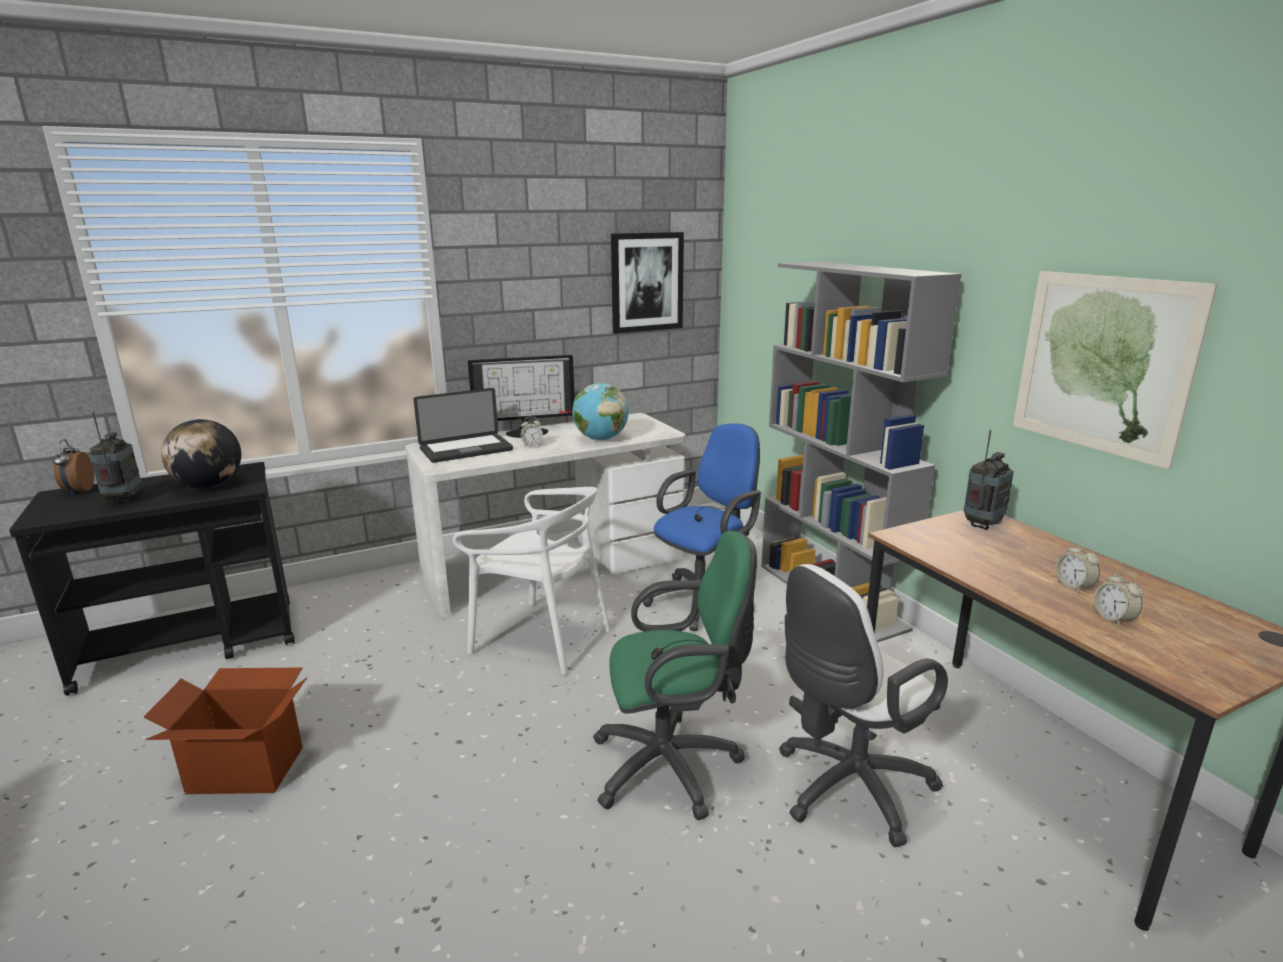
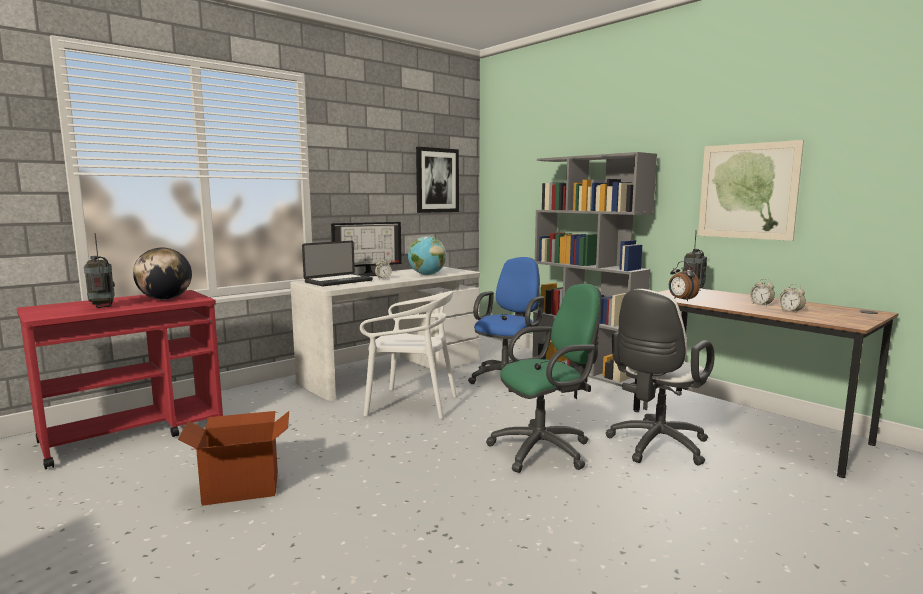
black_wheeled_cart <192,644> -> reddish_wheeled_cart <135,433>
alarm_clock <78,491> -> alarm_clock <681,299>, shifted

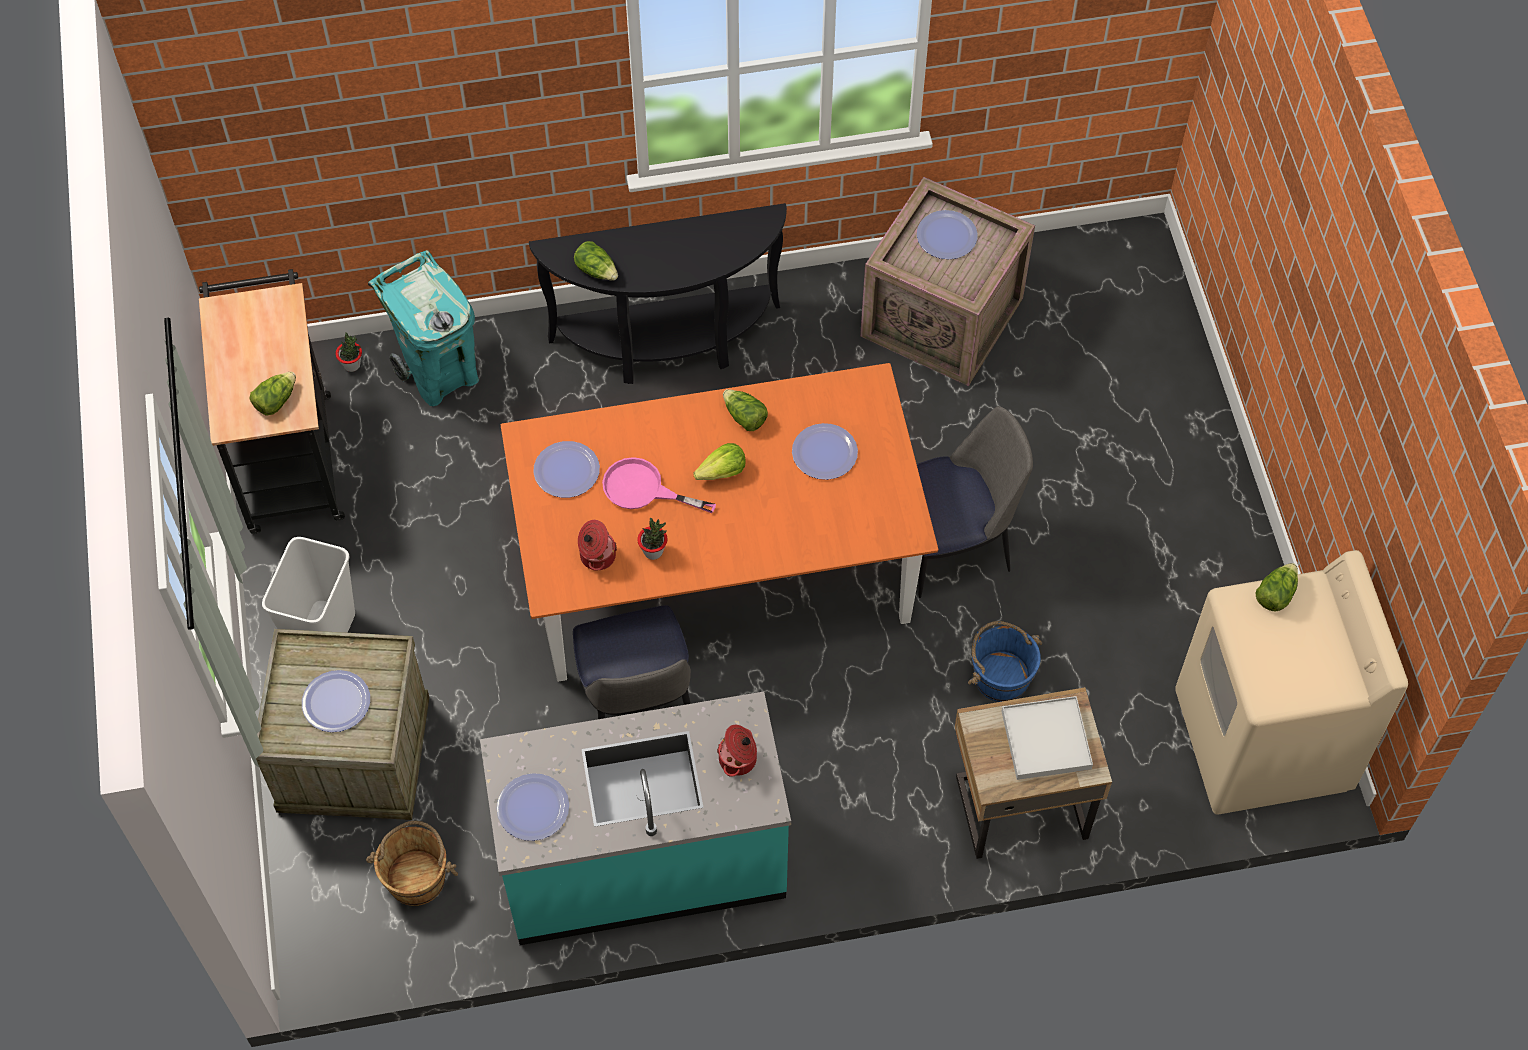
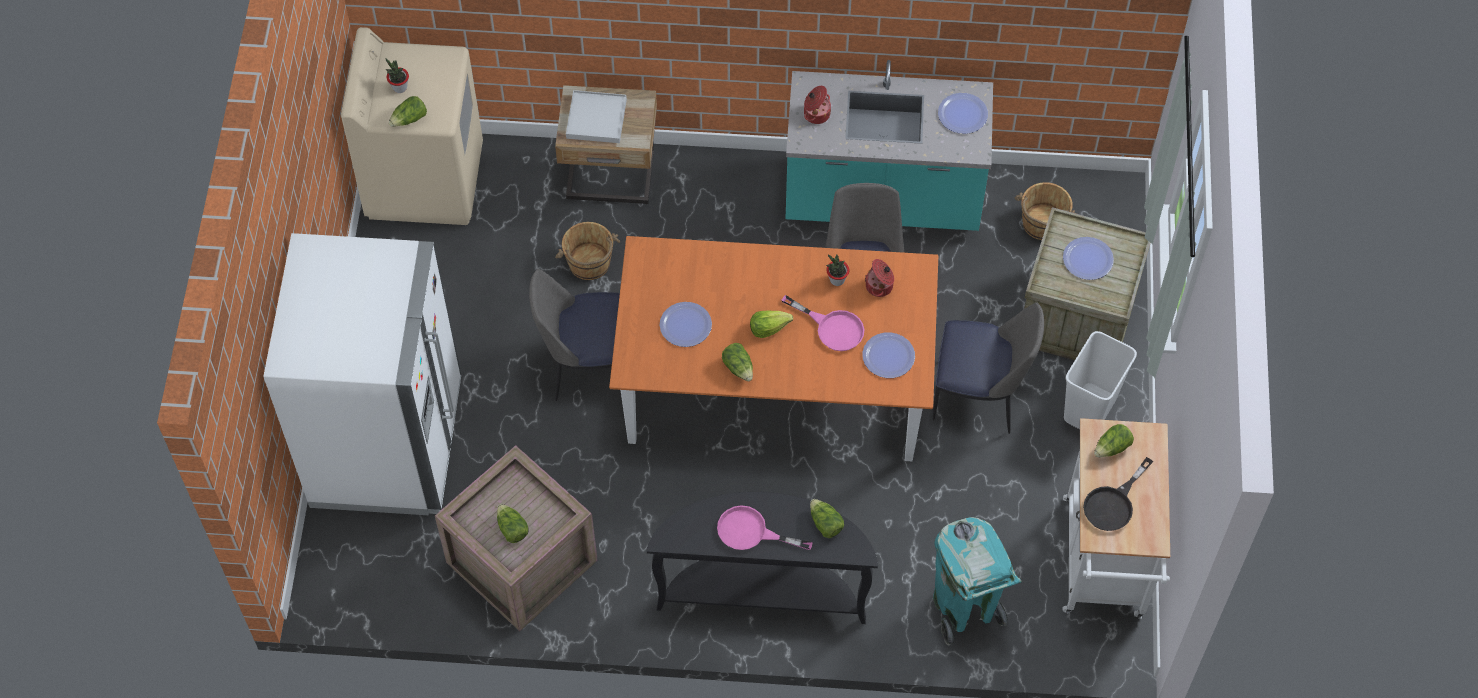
none -> whitish_fridge <387,444>
houseplant <352,365> -> houseplant <399,87>, shifted
plate <946,236> -> head_of_lettuce <511,529>
bluish_bucket <1001,676> -> brown-coloured_bucket <589,263>
none -> pink_frying_pan <751,532>
none -> chair <979,396>
black_wheeled_cart <288,454> -> whitish_wheeled_cart <1103,566>
none -> black_frying_pan <1113,503>

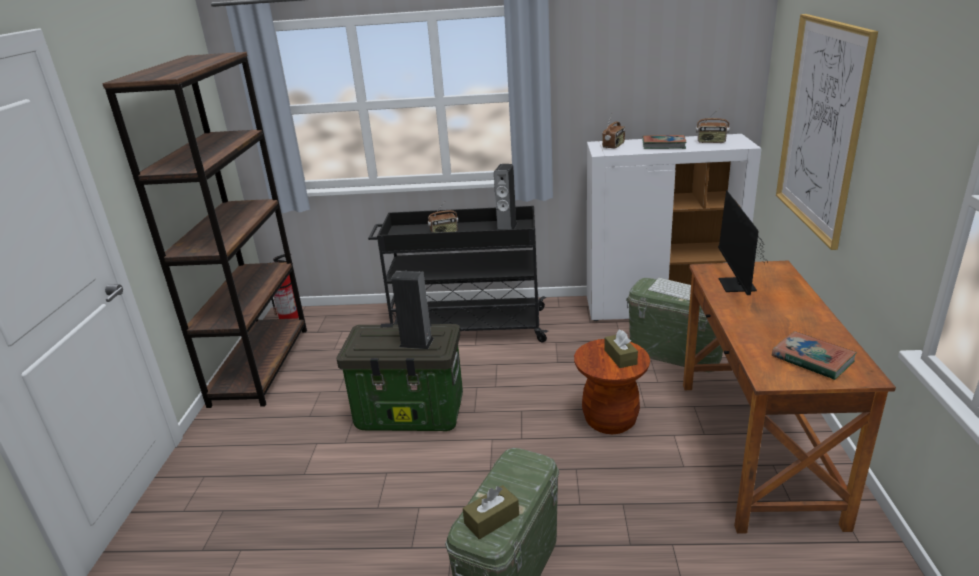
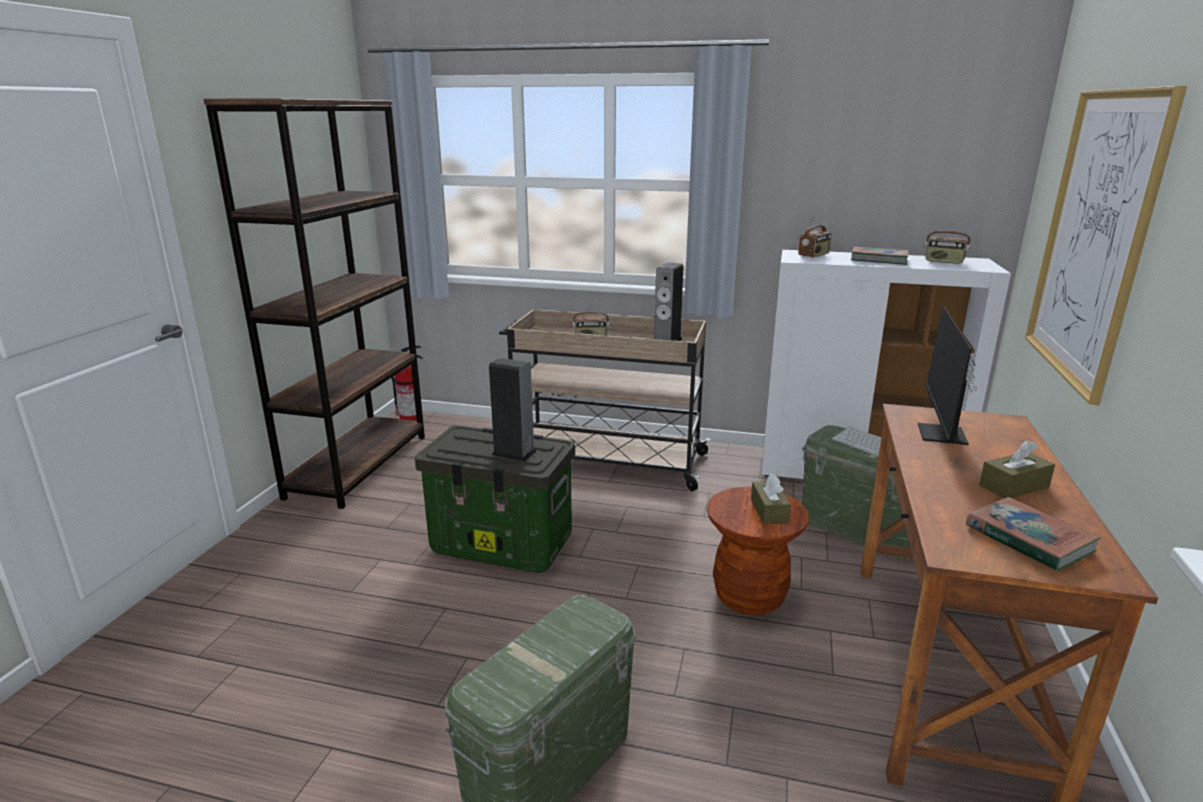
black_wheeled_cart <465,328> -> beige-coloured_wheeled_cart <605,461>
brown-coloured_tissue_holder <491,519> -> brown-coloured_tissue_holder <1013,486>, shifted

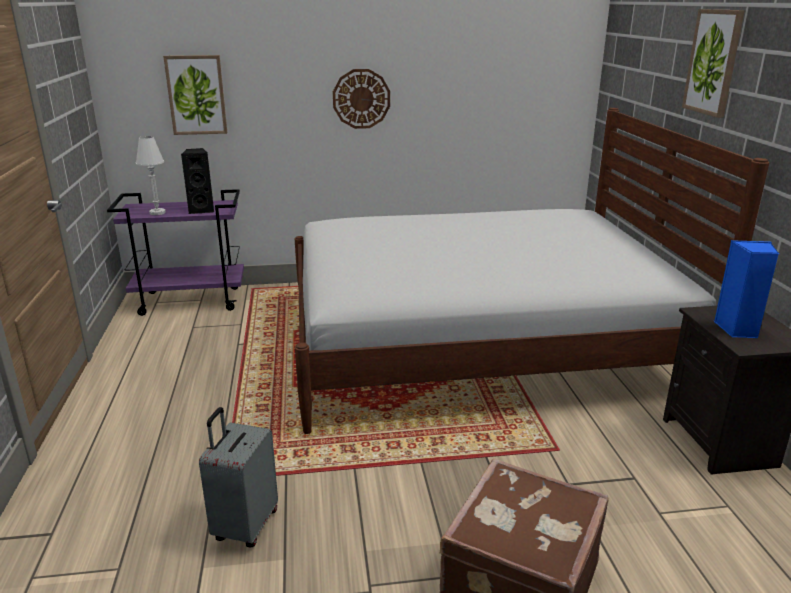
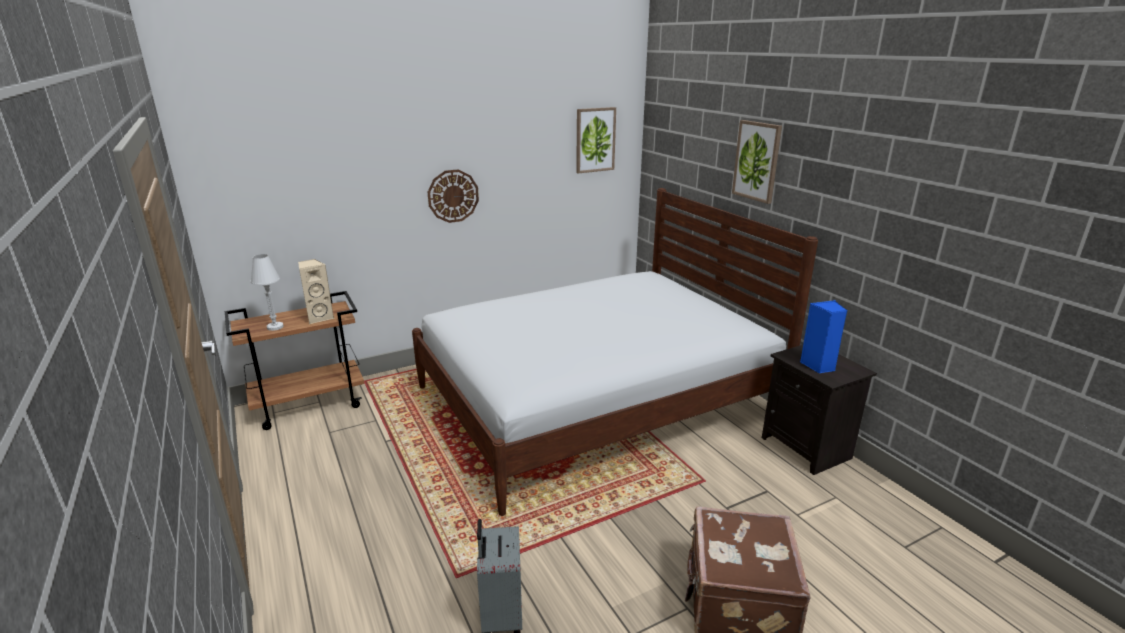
purple-coloured_wheeled_cart <191,301> -> brown-coloured_wheeled_cart <310,404>
black_speaker <202,210> -> beige-coloured_speaker <319,317>
picture <196,95> -> picture <595,140>, shifted

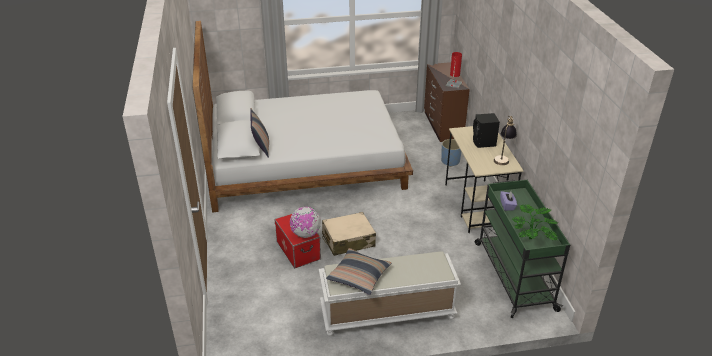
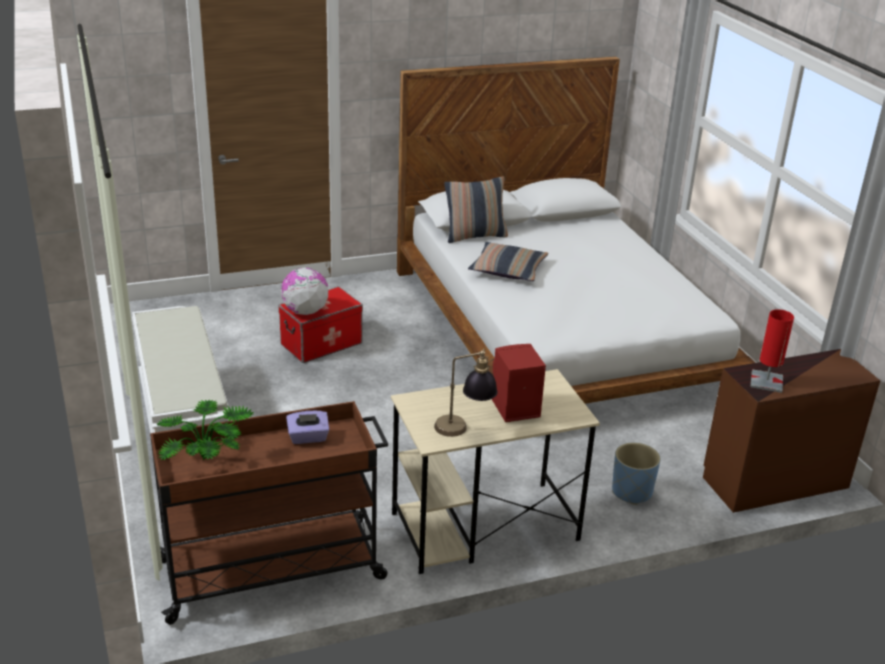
greenish_wheeled_cart <513,275> -> brown-coloured_wheeled_cart <273,569>
cushion <359,276> -> cushion <508,270>, shifted
black_speaker <484,143> -> reddish_speaker <513,408>
beige-coloured_suitcase <348,240> -> none

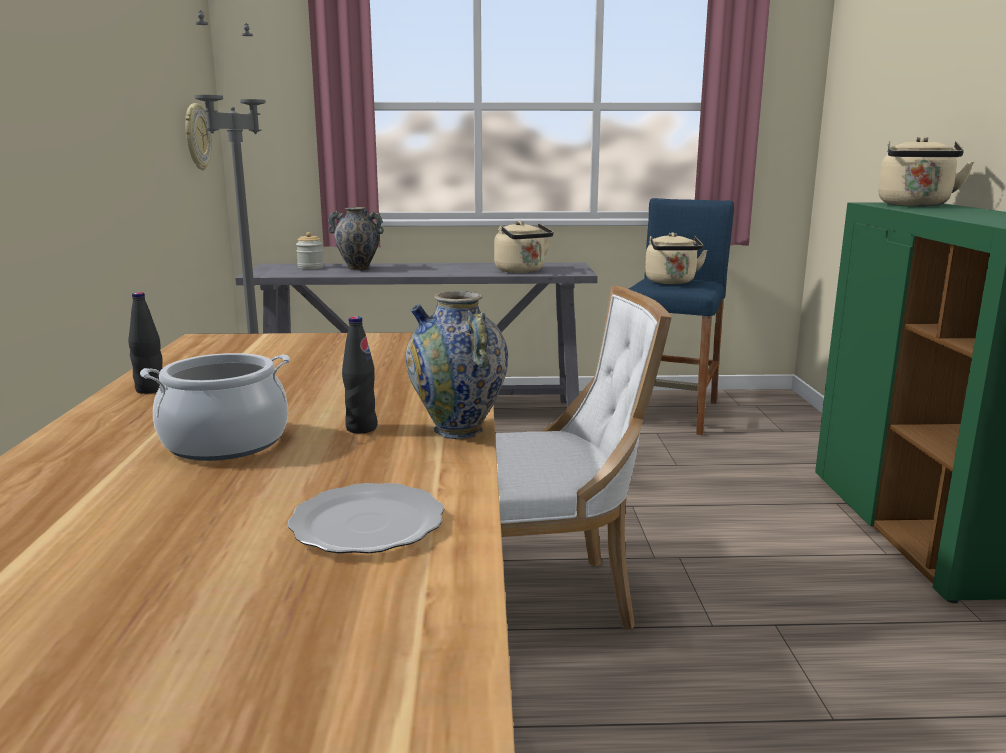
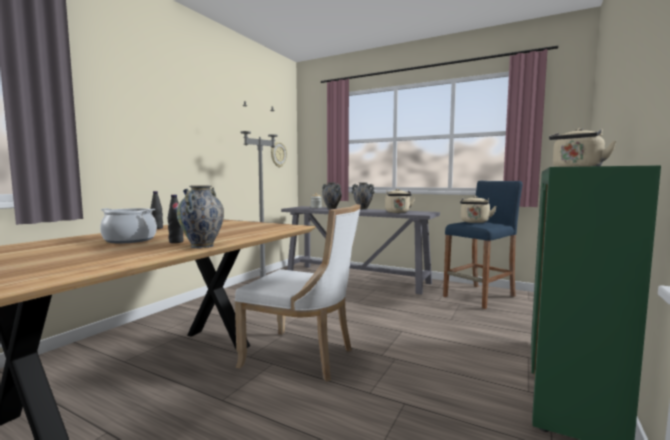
none -> flower_vase <363,209>
plate <370,523> -> none

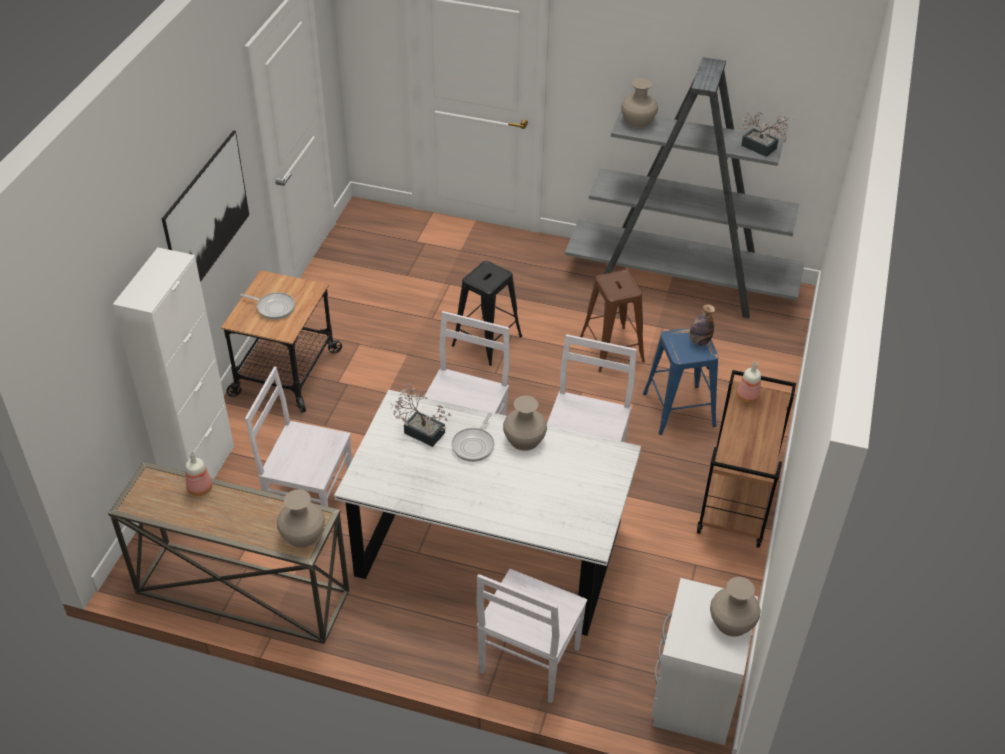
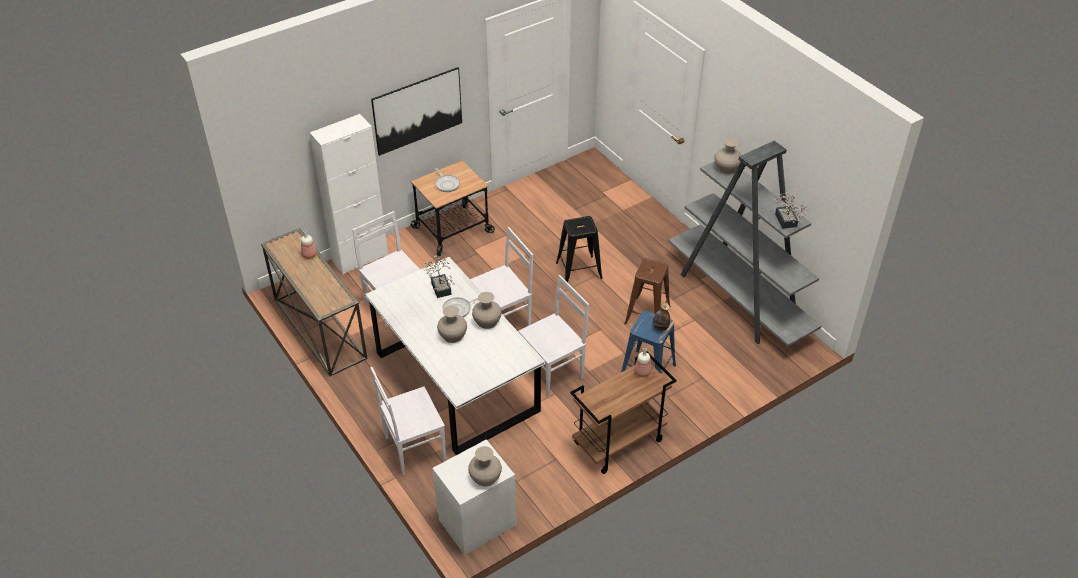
beige-coloured_flower_vase <302,535> -> beige-coloured_flower_vase <452,335>, shifted

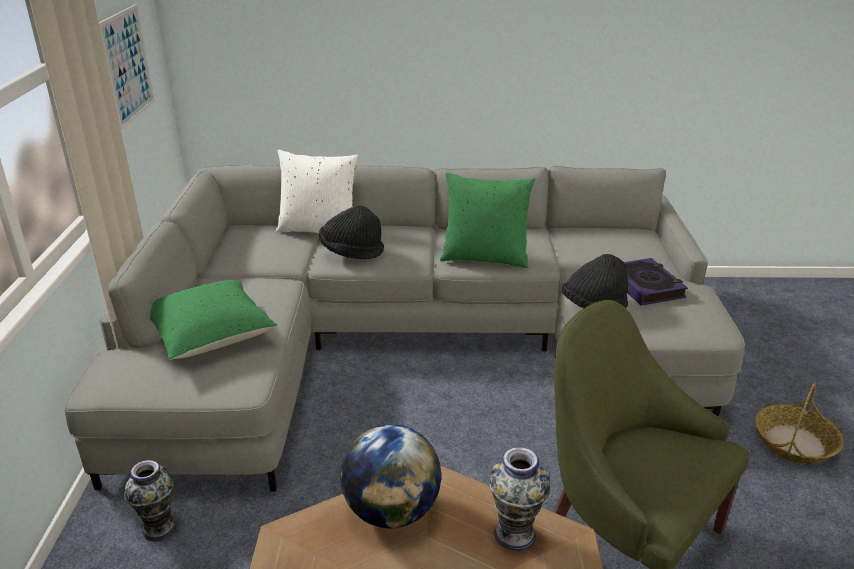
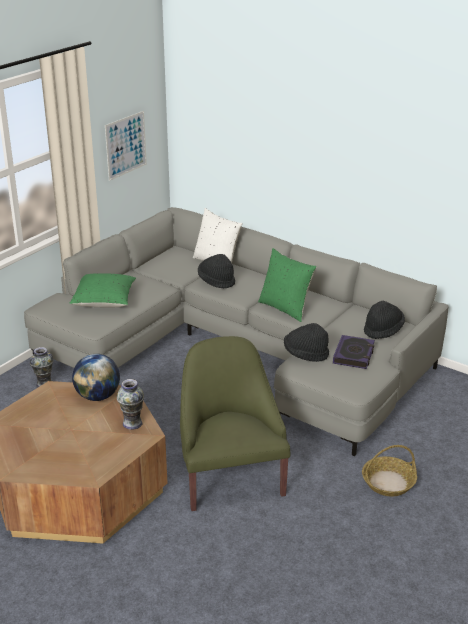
none -> black_wearable_hat <383,330>

